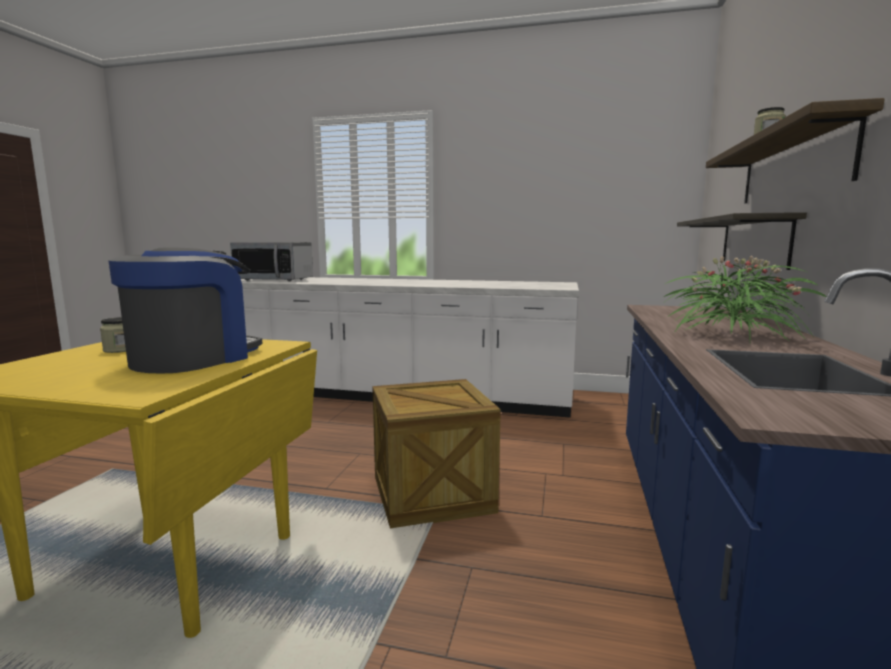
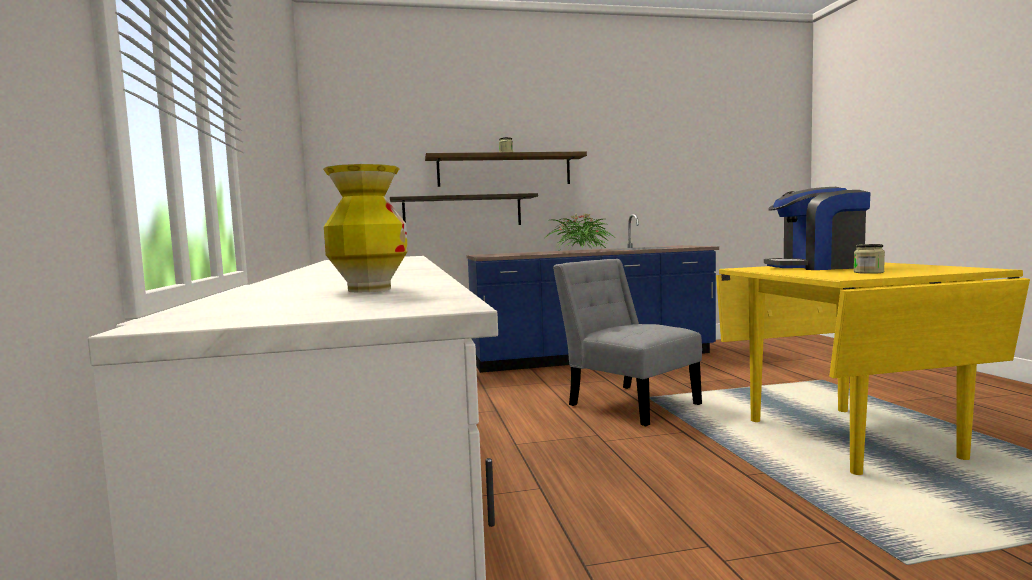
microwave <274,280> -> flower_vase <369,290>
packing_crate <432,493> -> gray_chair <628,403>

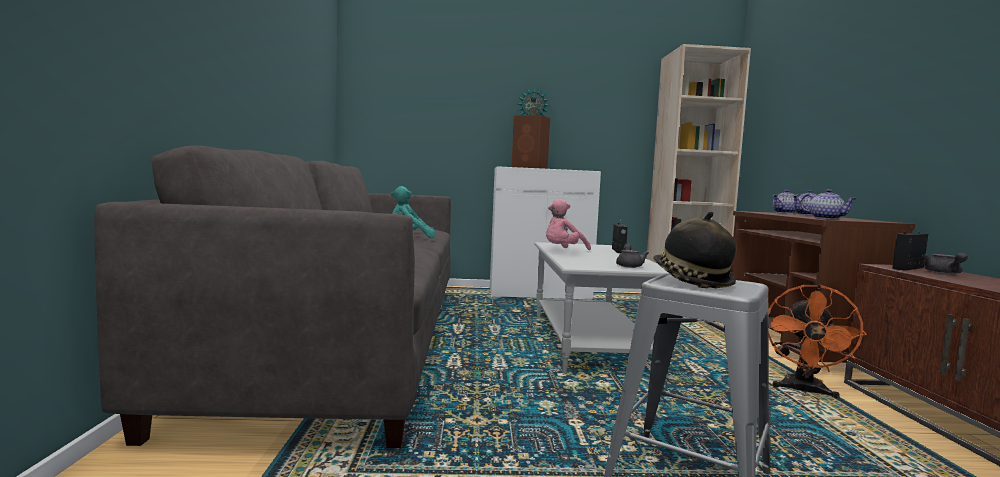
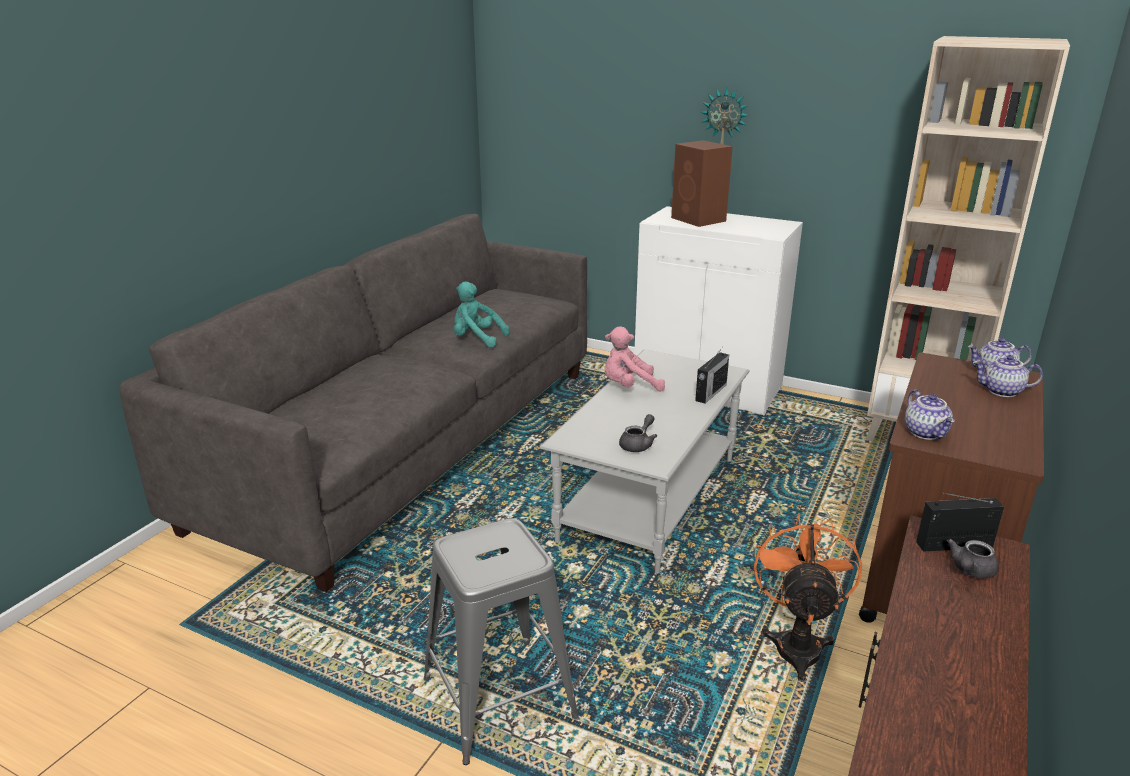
orange-coloured_fan <804,391> -> orange-coloured_fan <797,643>, 135 degrees clockwise
wearable_hat <690,281> -> none

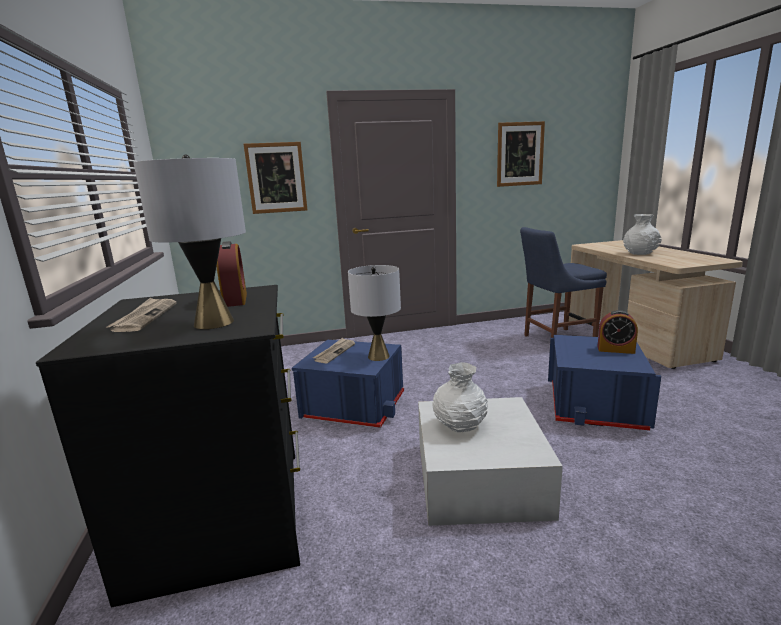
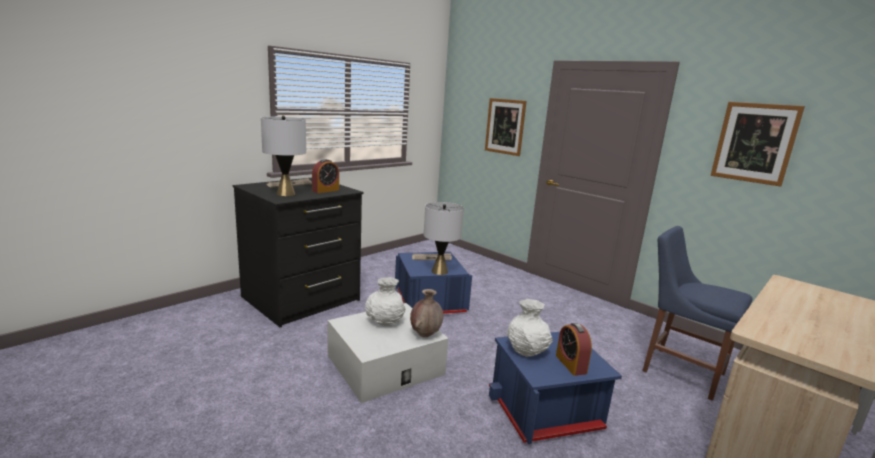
none -> brown-coloured_flower_vase <425,334>
whitish_flower_vase <640,253> -> whitish_flower_vase <527,351>, shifted

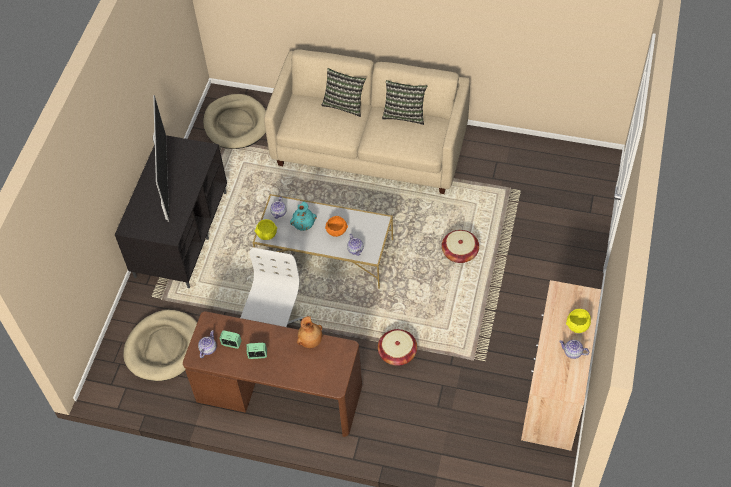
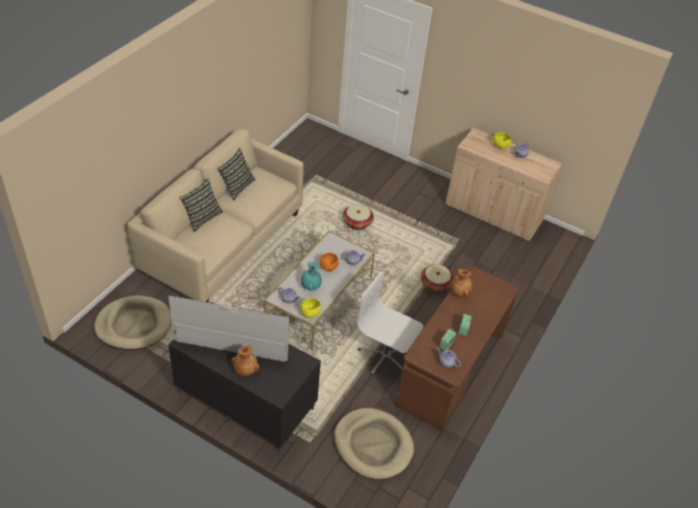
none -> brown-coloured_flower_vase <245,369>

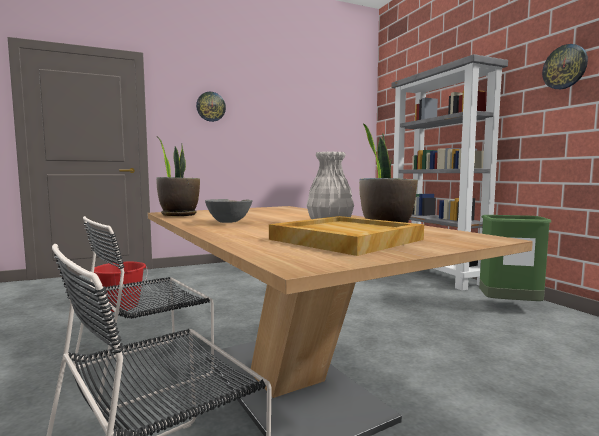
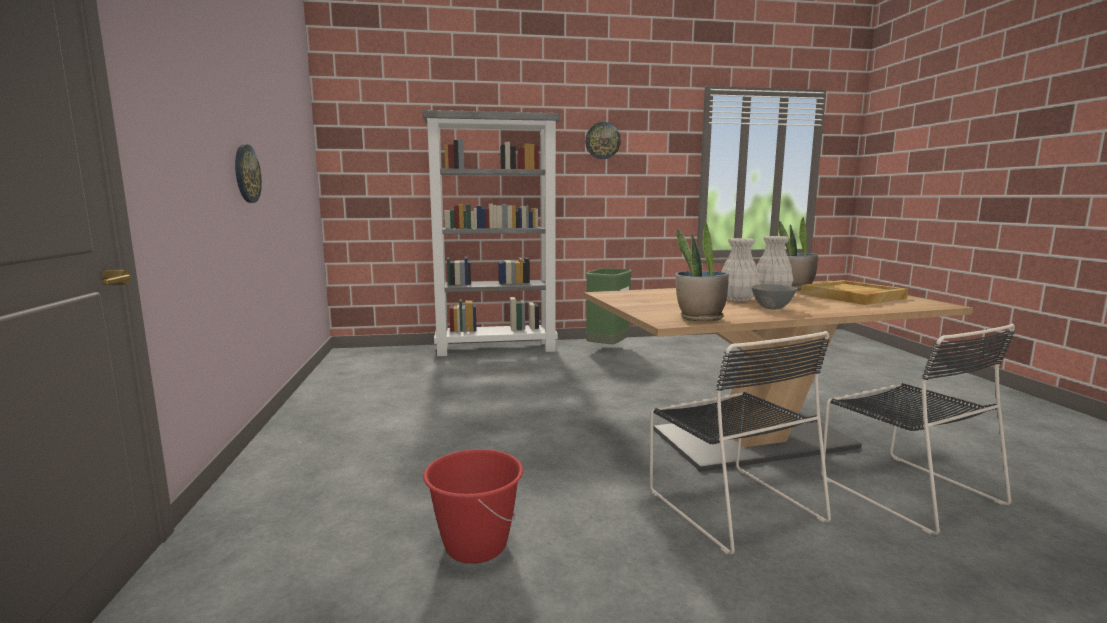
wall_clock <211,106> -> wall_clock <246,174>, shifted
none -> whitish_flower_vase <737,299>

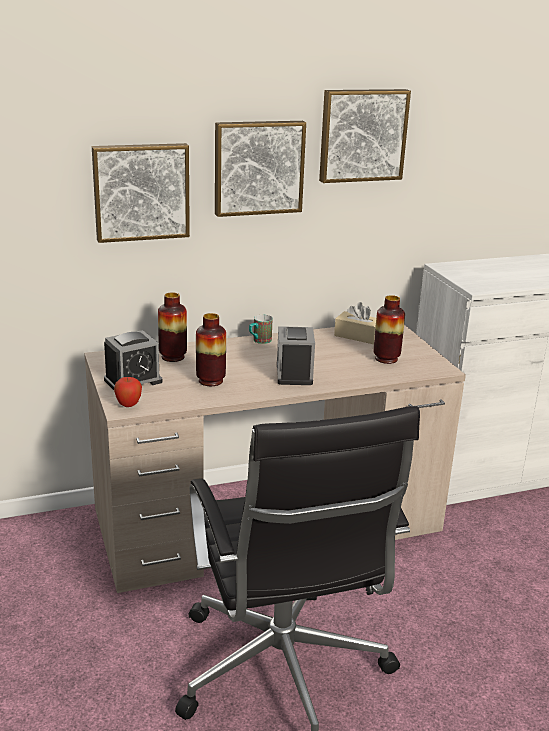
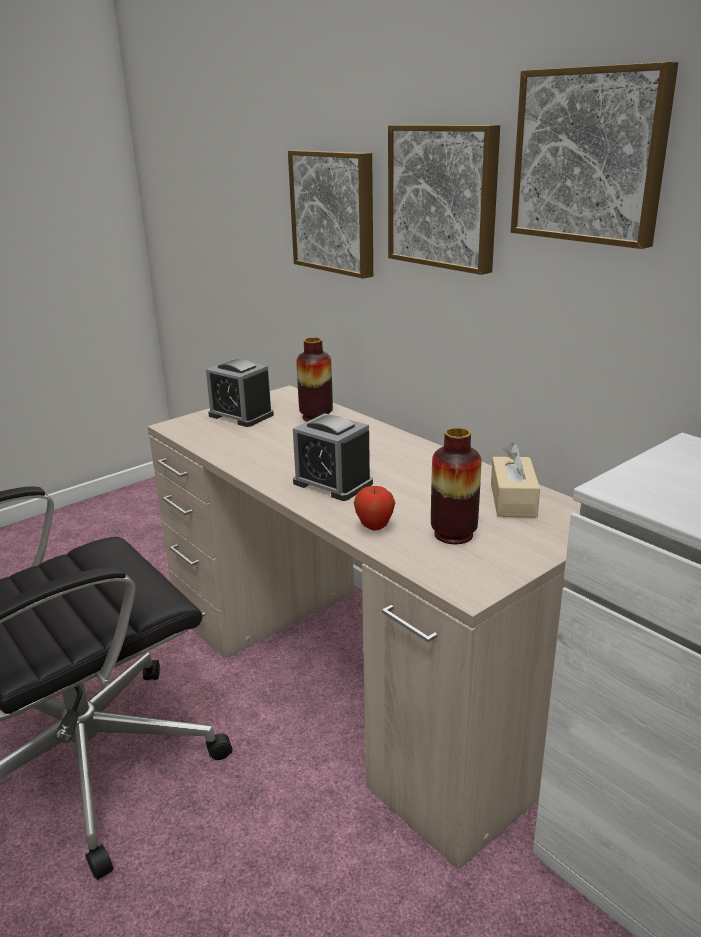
alarm_clock <294,374> -> alarm_clock <333,483>, 120 degrees counterclockwise
apple <128,405> -> apple <374,527>, shifted
flower_vase <210,381> -> none
mug <259,341> -> none

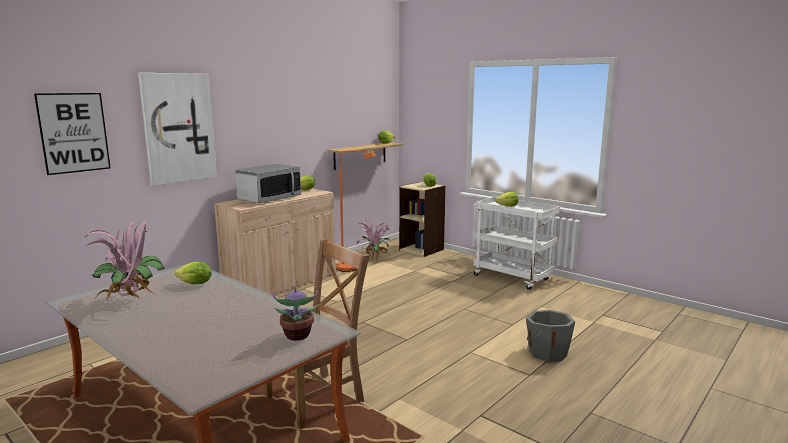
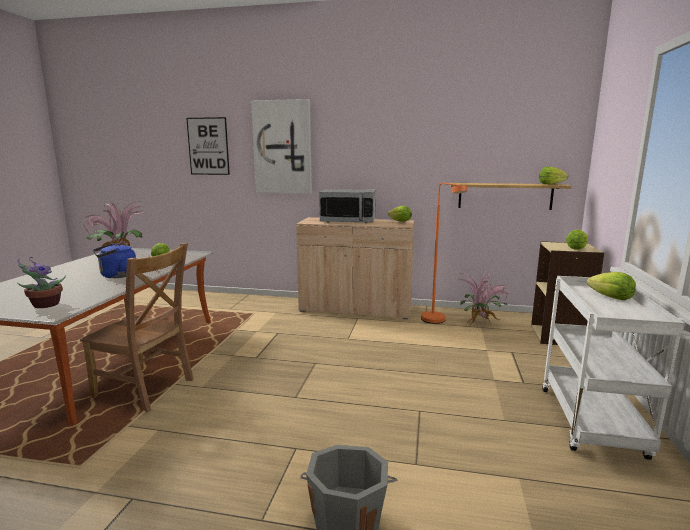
none -> bluish_tea_kettle <116,276>

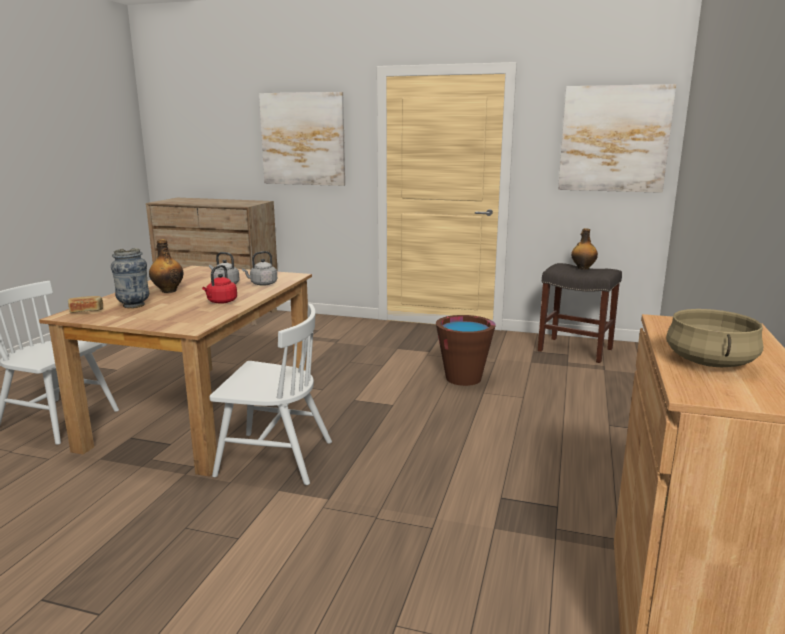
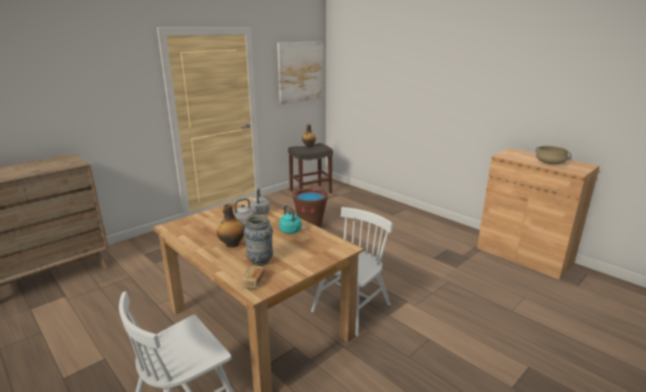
reddish_tea_kettle <221,302> -> turquoise_tea_kettle <291,231>
picture <303,139> -> none

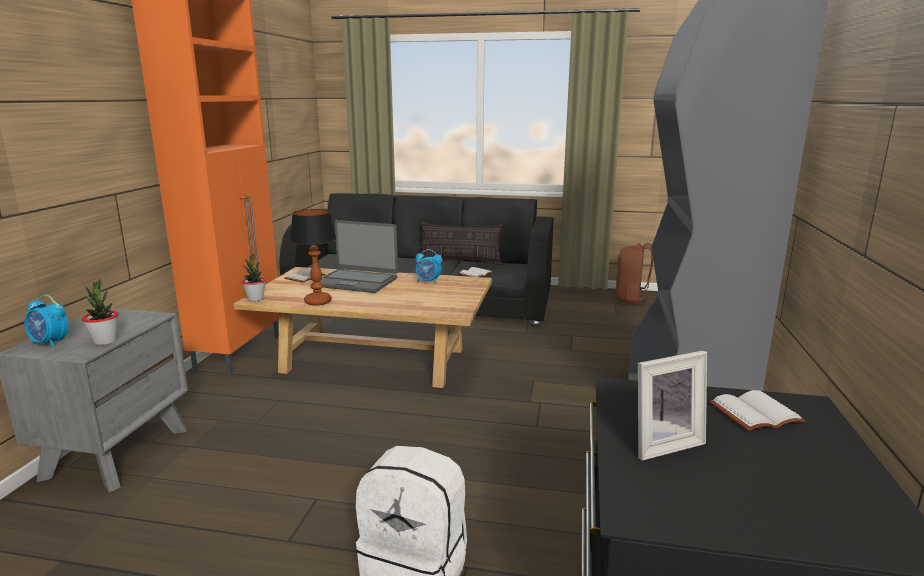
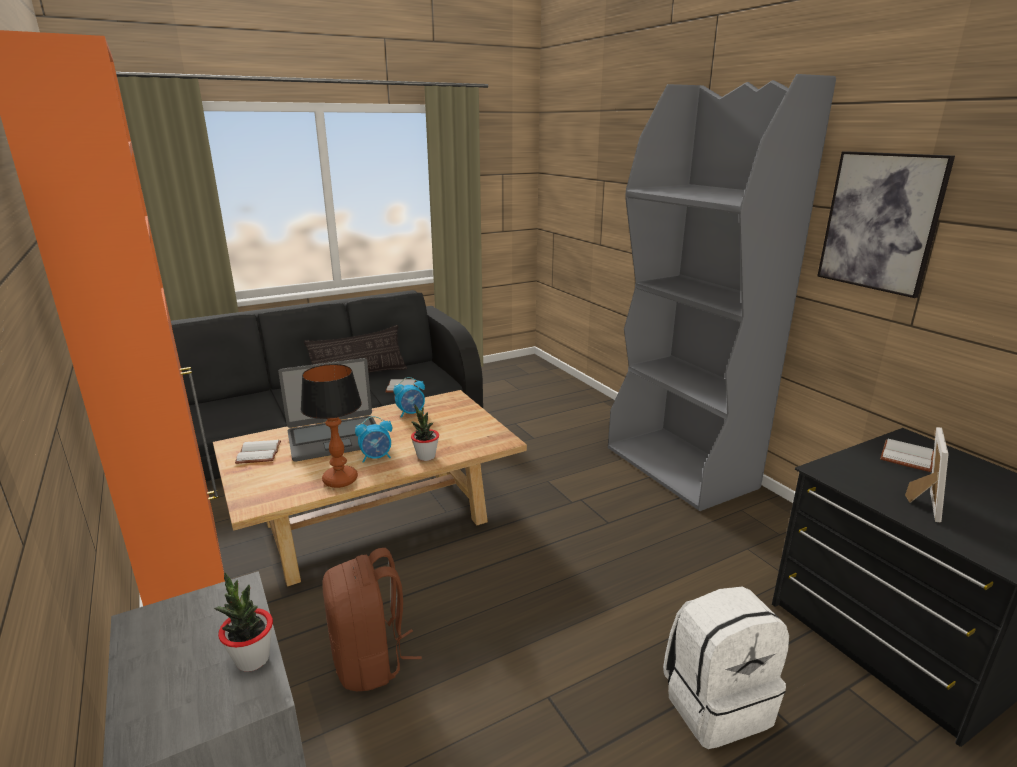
brown-coloured_knapsack <632,298> -> brown-coloured_knapsack <370,661>, shifted
alarm_clock <50,343> -> alarm_clock <376,457>, shifted
houseplant <255,299> -> houseplant <426,456>, shifted
none -> picture <880,222>

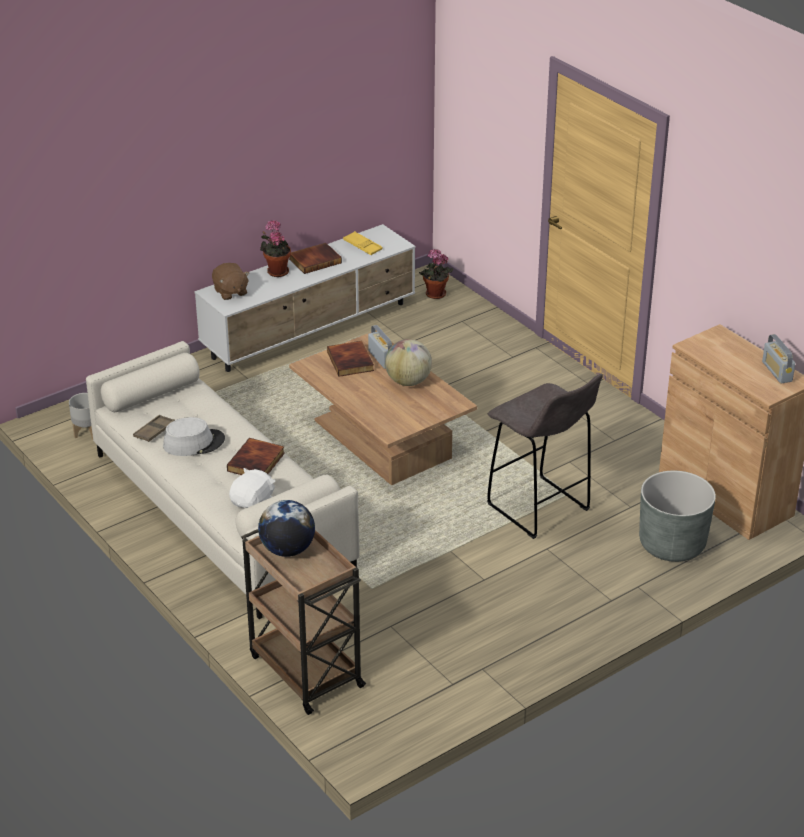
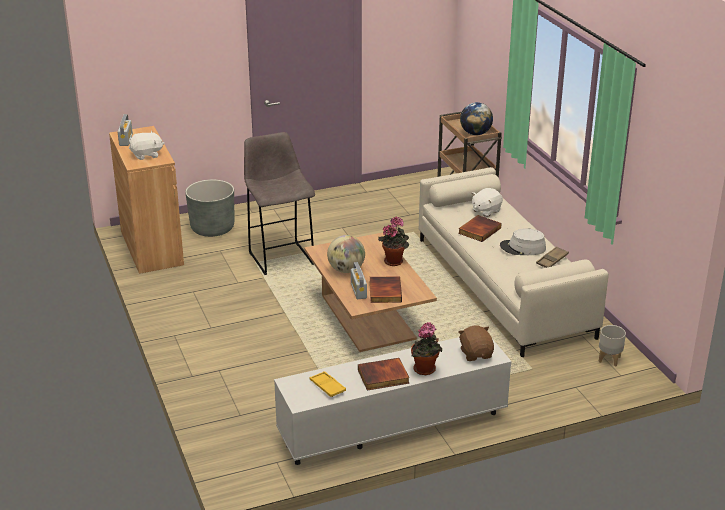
none -> whitish_soft_toy <146,155>
houseplant <435,295> -> houseplant <394,261>, shifted

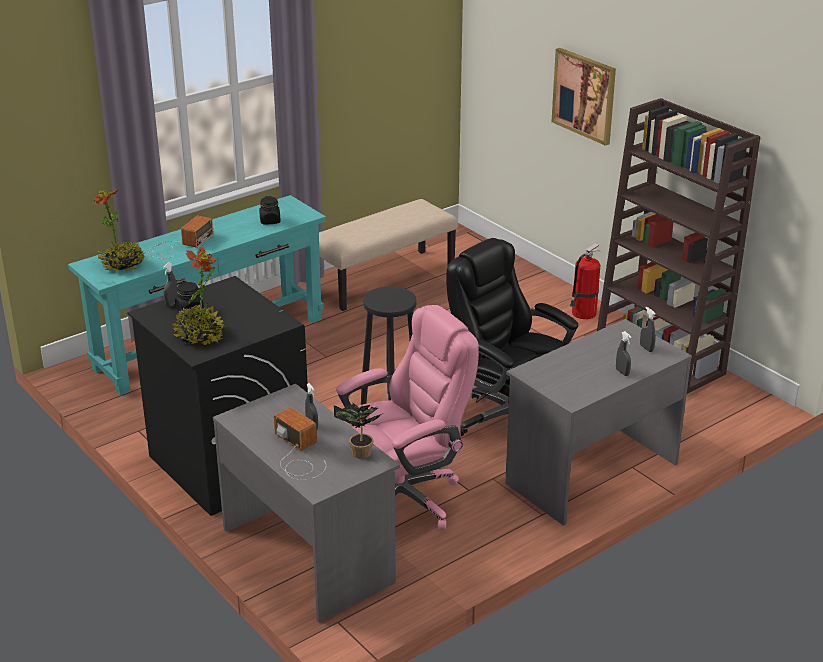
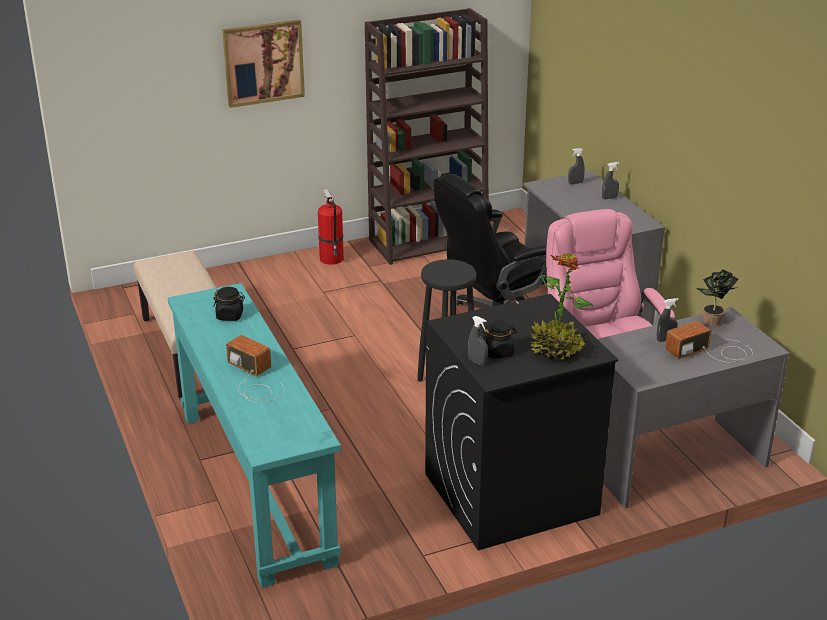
houseplant <122,265> -> none

